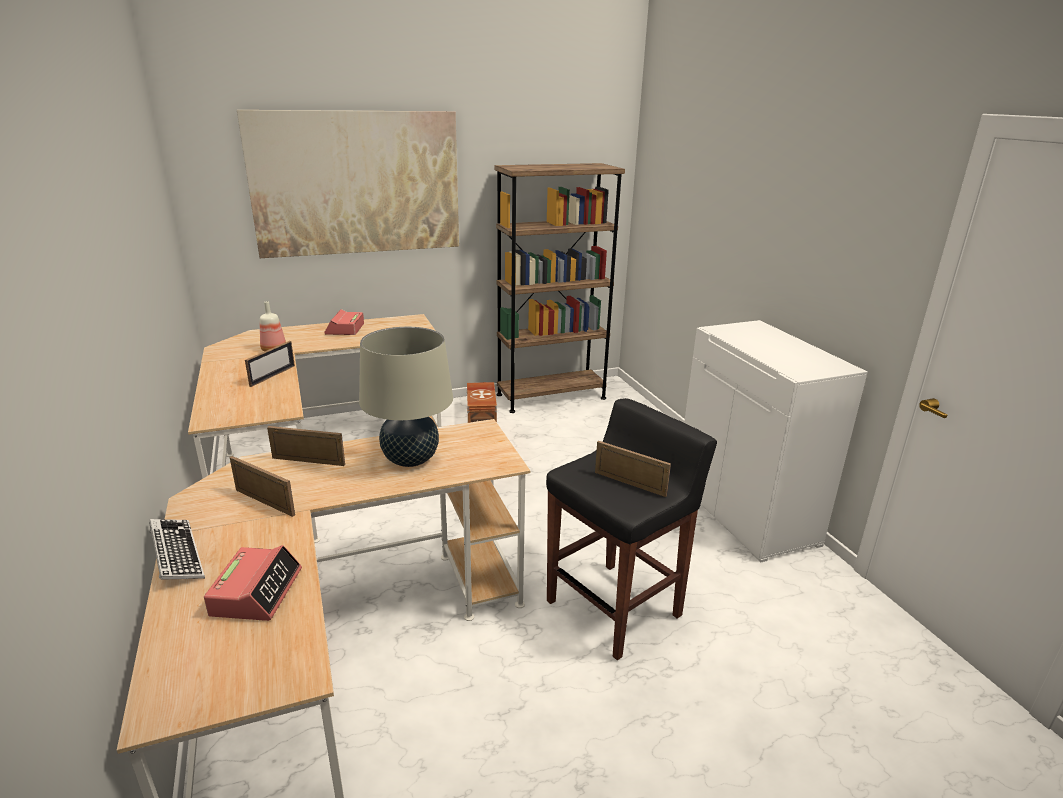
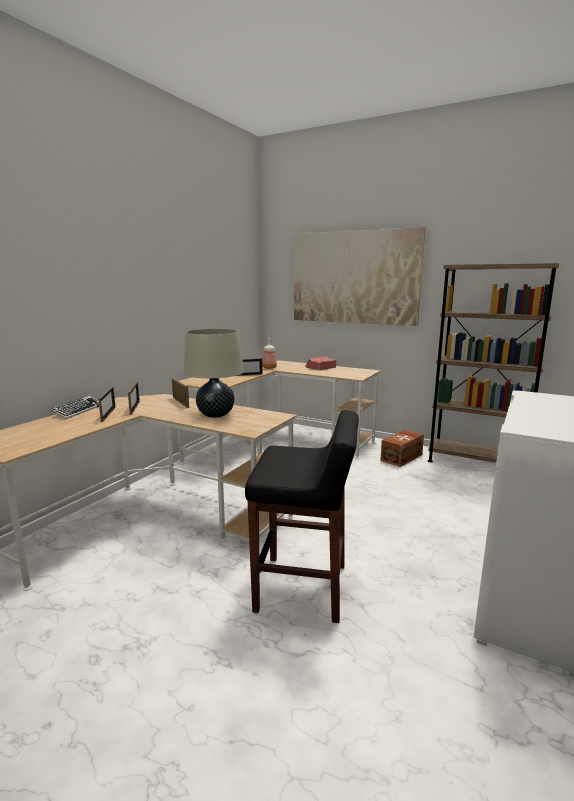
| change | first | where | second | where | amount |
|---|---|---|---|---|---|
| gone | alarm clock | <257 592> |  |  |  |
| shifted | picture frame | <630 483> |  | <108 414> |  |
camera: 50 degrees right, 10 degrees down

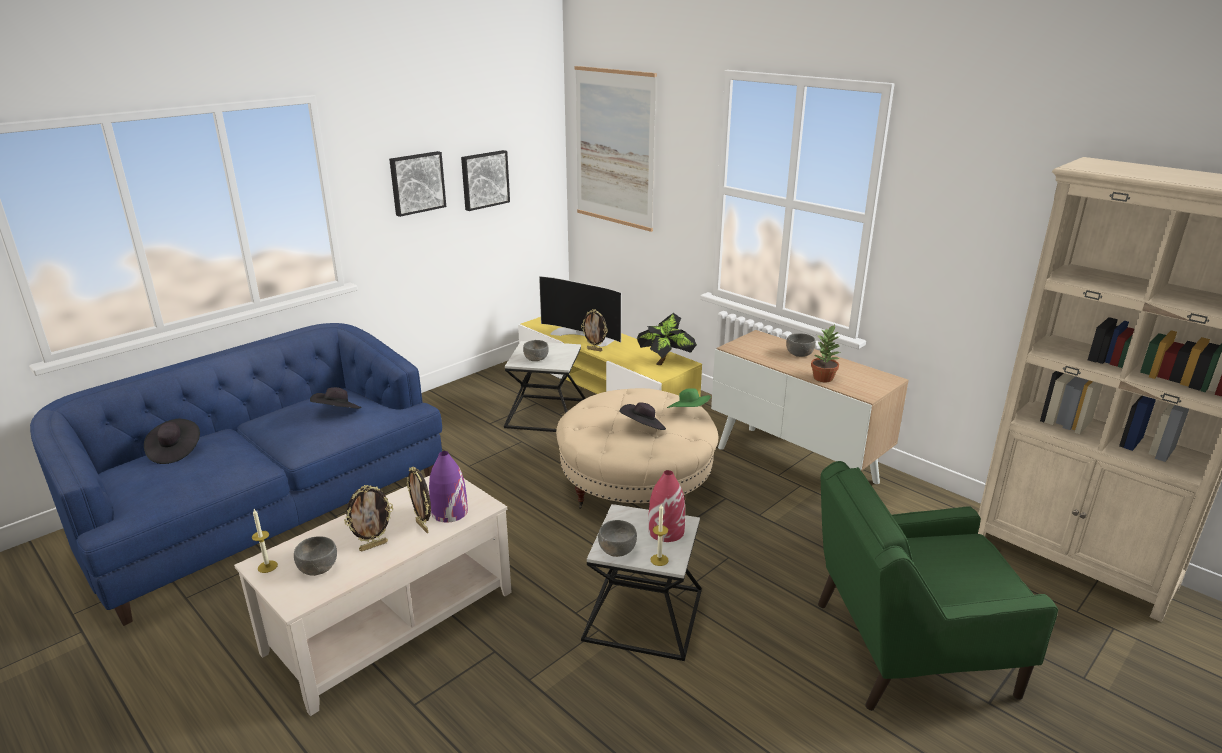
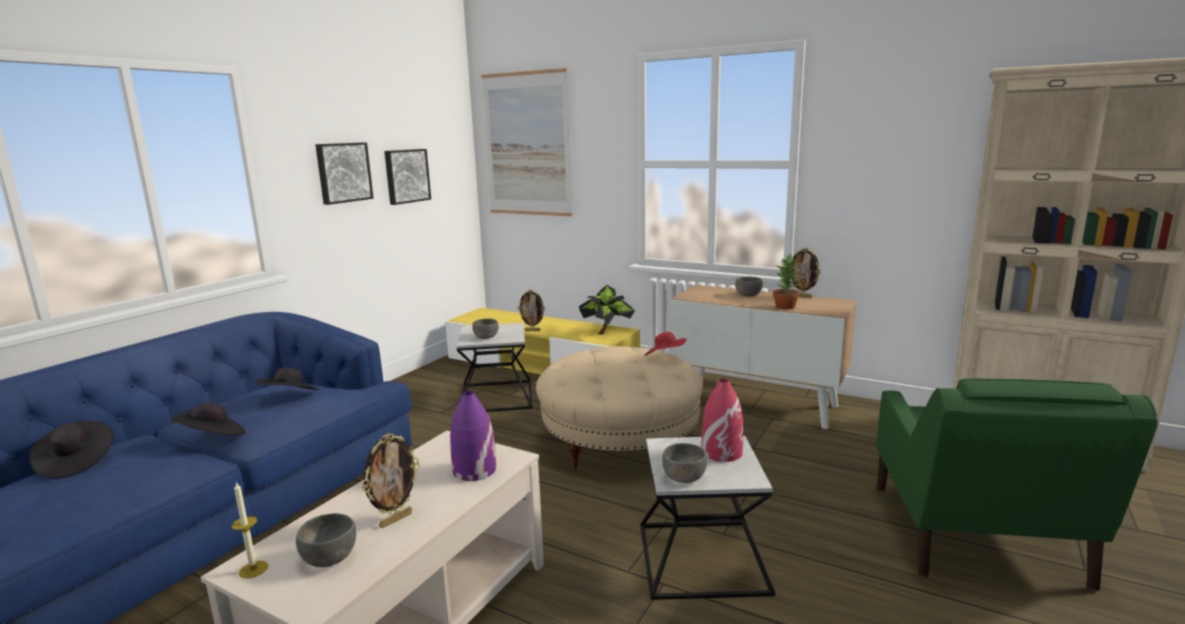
| change | first | where | second | where | amount |
|---|---|---|---|---|---|
| shifted | picture frame | <423 526> |  | <802 296> |  |
| gone | television | <584 335> |  |  |  |
| shifted | black hat | <643 428> |  | <213 438> |  |
| gone | candle | <659 560> |  |  |  |
| repainted | green hat | <689 413> | red hat | <665 358> |  |
| rotated | green armchair | <908 648> |  | <974 536> | 60 degrees counterclockwise |
camera: 15 degrees left, 10 degrees down

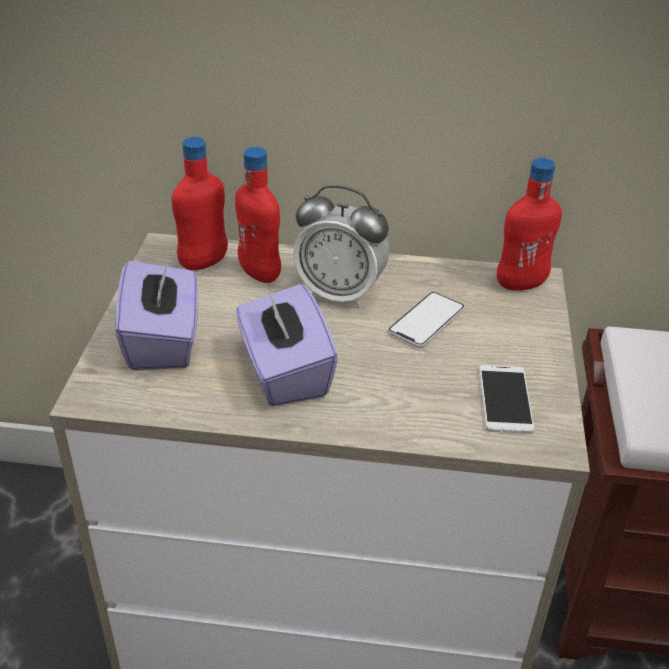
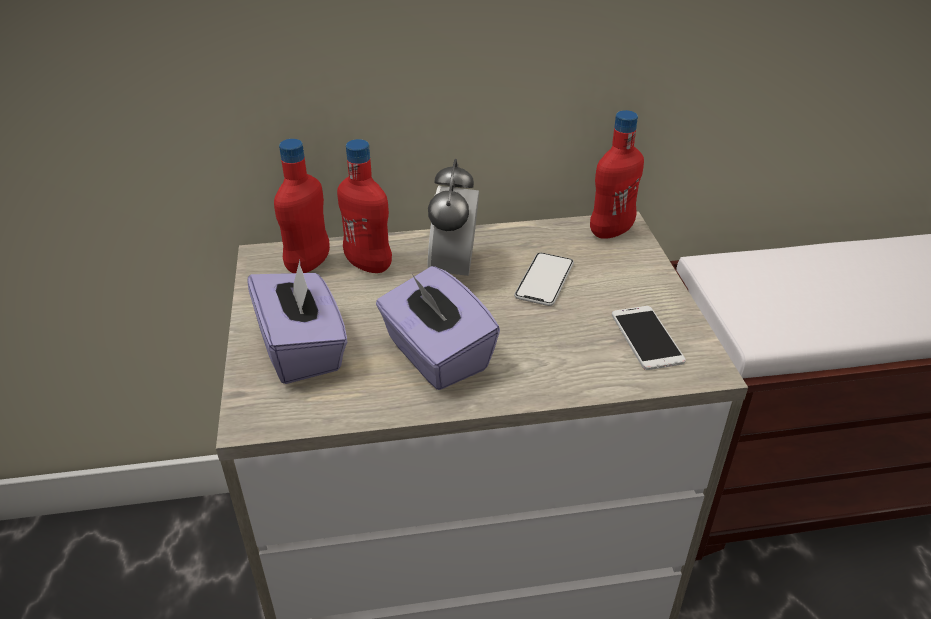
| change | first | where | second | where | amount |
|---|---|---|---|---|---|
| rotated | alarm clock | <340 294> |  | <454 270> | 90 degrees clockwise |
camera: 15 degrees left, 0 degrees up

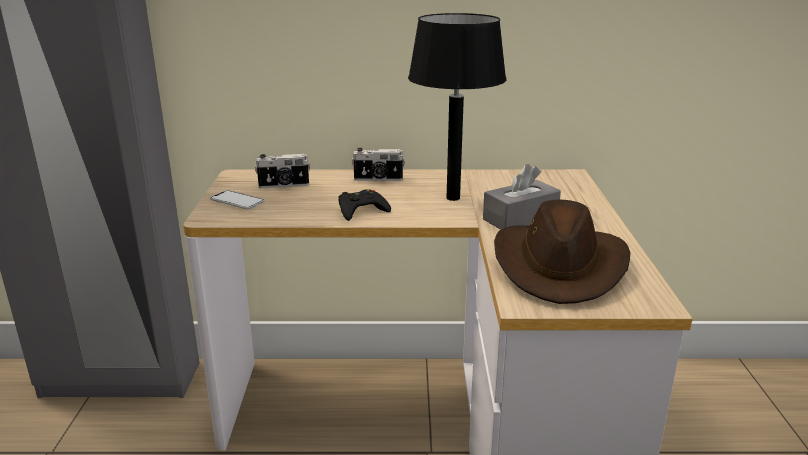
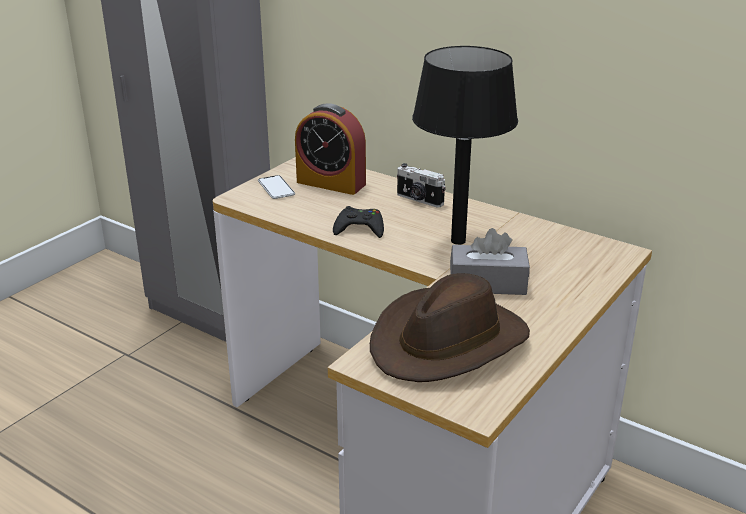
| change | first | where | second | where | amount |
|---|---|---|---|---|---|
| swapped | photo camera | <284 185> | alarm clock | <331 183> |  |
camera: 35 degrees right, 5 degrees up

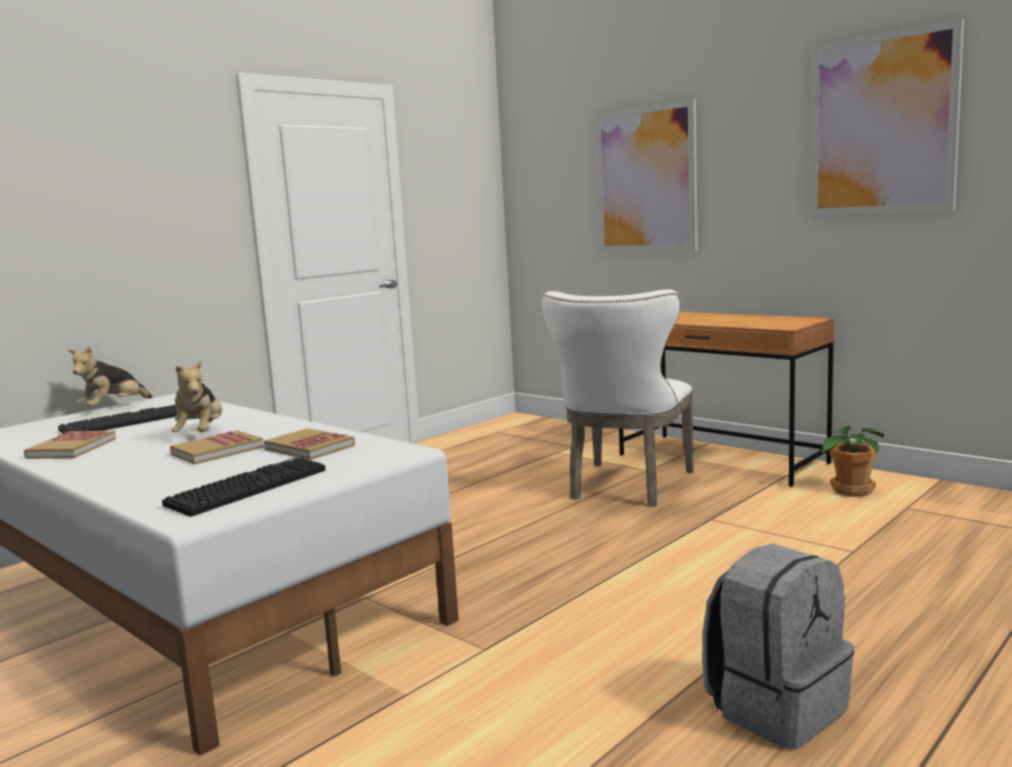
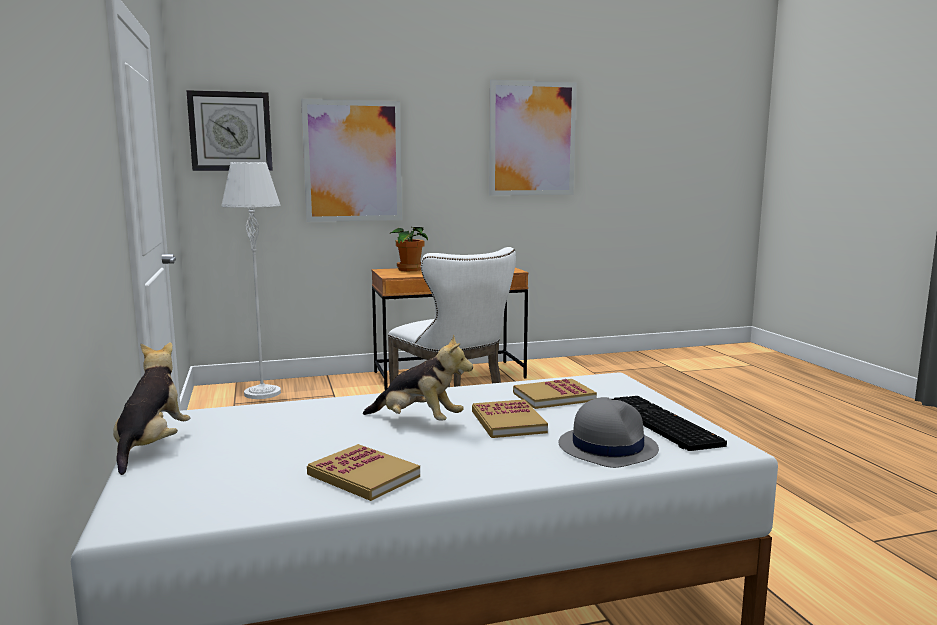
| change | first | where | second | where | amount |
|---|---|---|---|---|---|
| gone | keyboard | <126 422> |  |  |  |
| rotated | plush toy | <113 408> |  | <152 446> | 150 degrees counterclockwise |
| gone | grey backpack | <776 707> |  |  |  |
| shifted | potted plant | <850 490> |  | <409 269> |  |
| new |  |  | wall clock | <230 131> |  |
| new |  |  | white floor lamp | <262 393> |  |
| new |  |  | grey hat | <607 447> |  |
camera: 60 degrees left, 0 degrees up

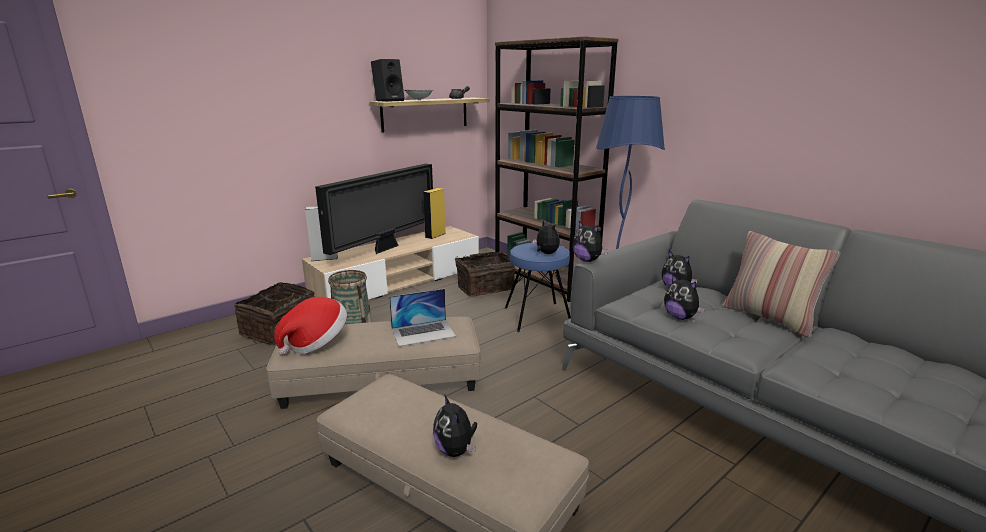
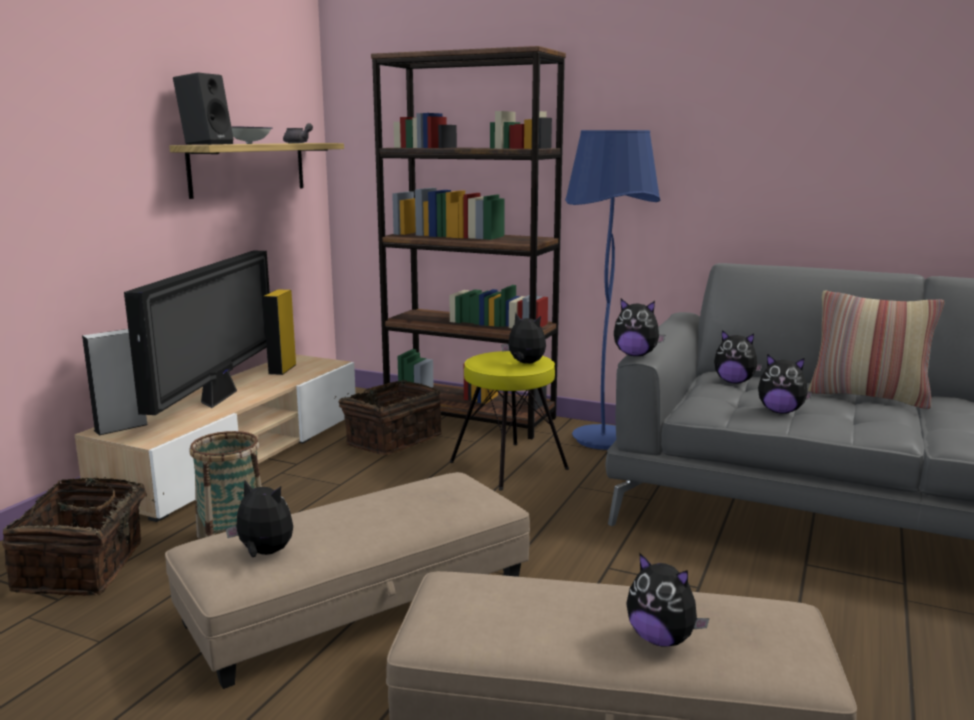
| change | first | where | second | where | amount |
|---|---|---|---|---|---|
| swapped | hat | <316 343> | plush toy | <264 553> |  |
| gone | laptop | <423 332> |  |  |  |
| repainted | blue stool | <537 317> | yellow stool | <508 466> |  |
camera: 25 degrees left, 5 degrees down

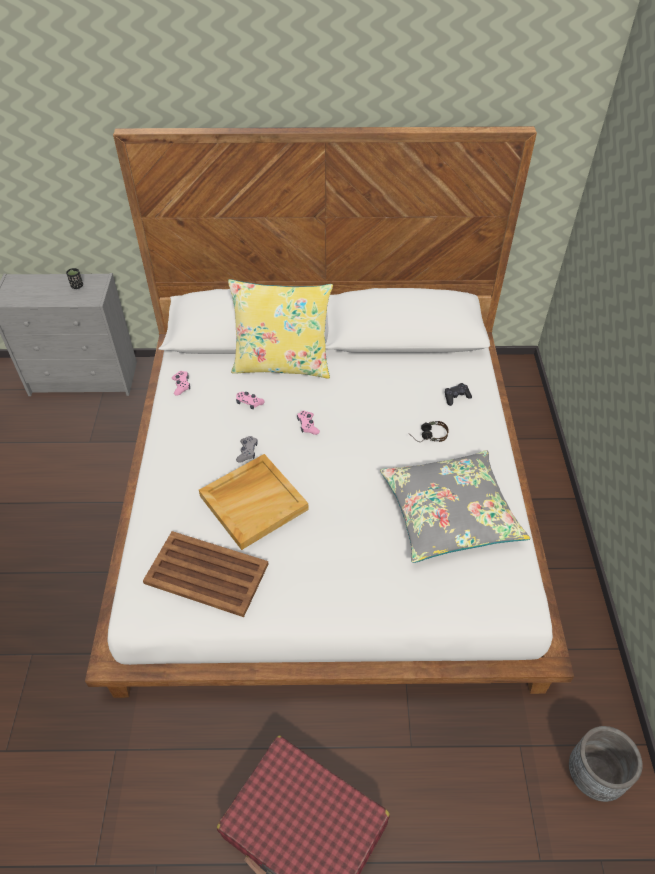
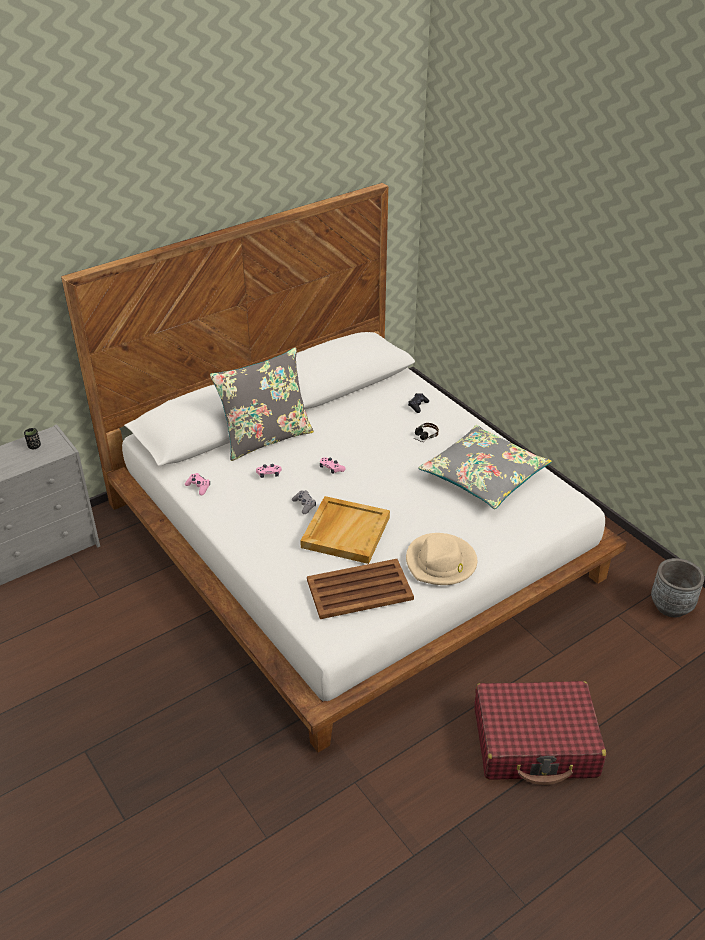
| change | first | where | second | where | amount |
|---|---|---|---|---|---|
| repainted | yellow pillow | <282 364> | grey pillow | <266 438> |  |
| new |  |  | beige hat | <441 563> |  |
camera: 35 degrees left, 10 degrees down

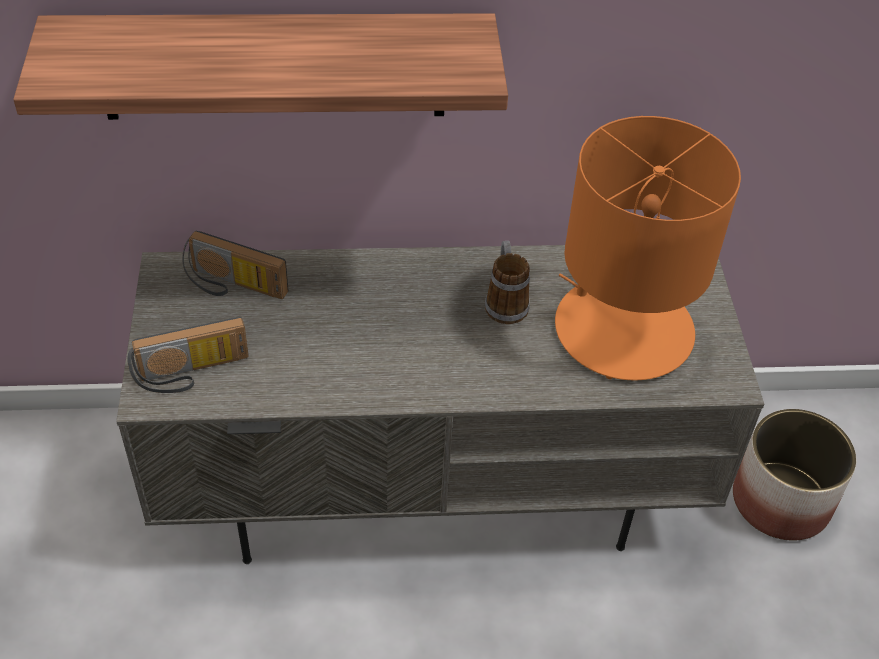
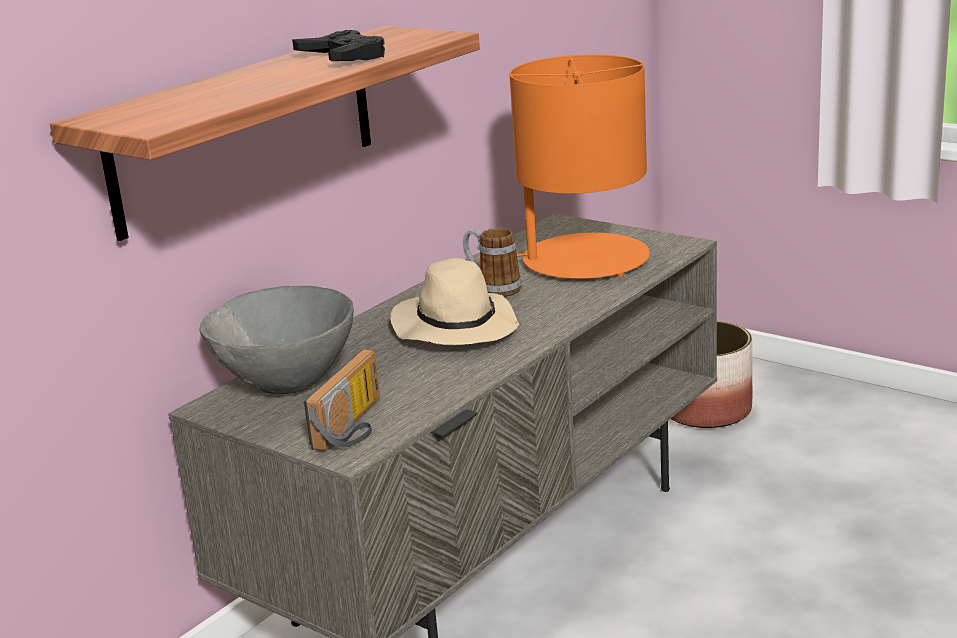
| change | first | where | second | where | amount |
|---|---|---|---|---|---|
| swapped | radio | <232 286> | grey bowl | <287 383> |  |
| new |  |  | black game controller | <343 57> |  |
| new |  |  | beige hat | <455 327> |  |
camera: 45 degrees left, 25 degrees down

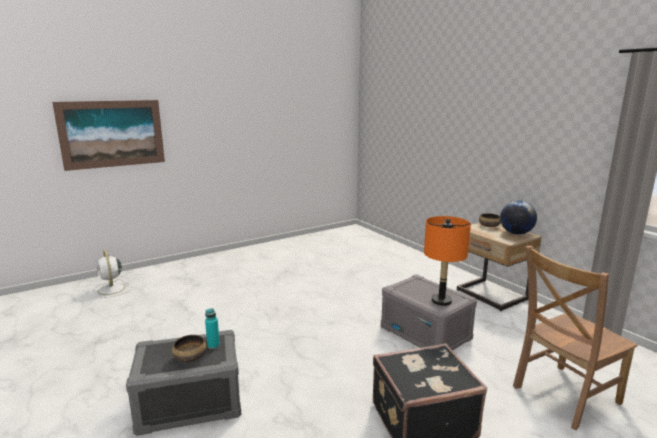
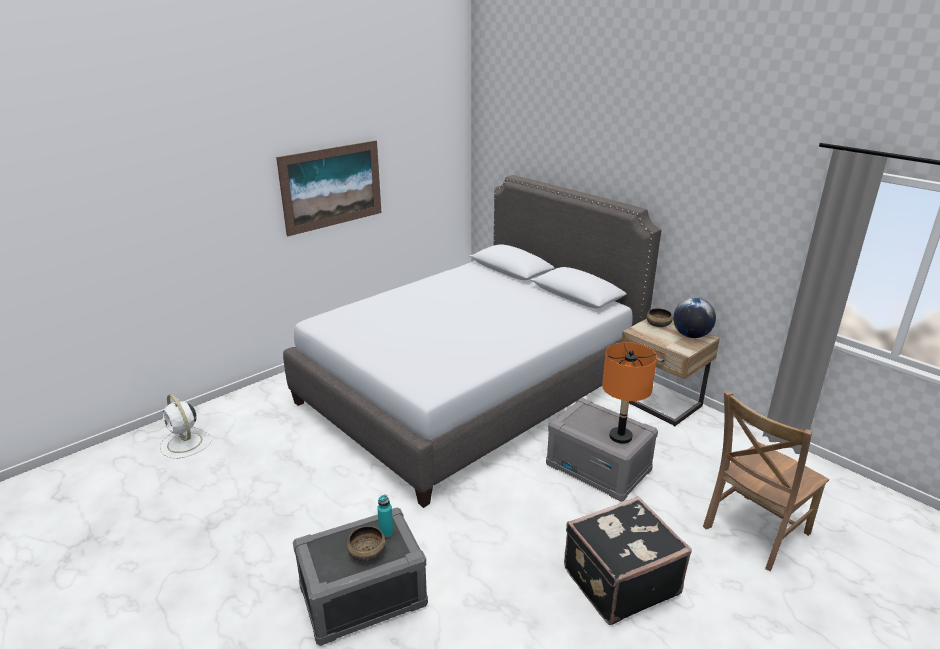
| change | first | where | second | where | amount |
|---|---|---|---|---|---|
| shifted | picture | <112 134> |  | <332 186> |  |
| new |  |  | grey bed | <470 389> |  |
camera: 10 degrees left, 10 degrees up

